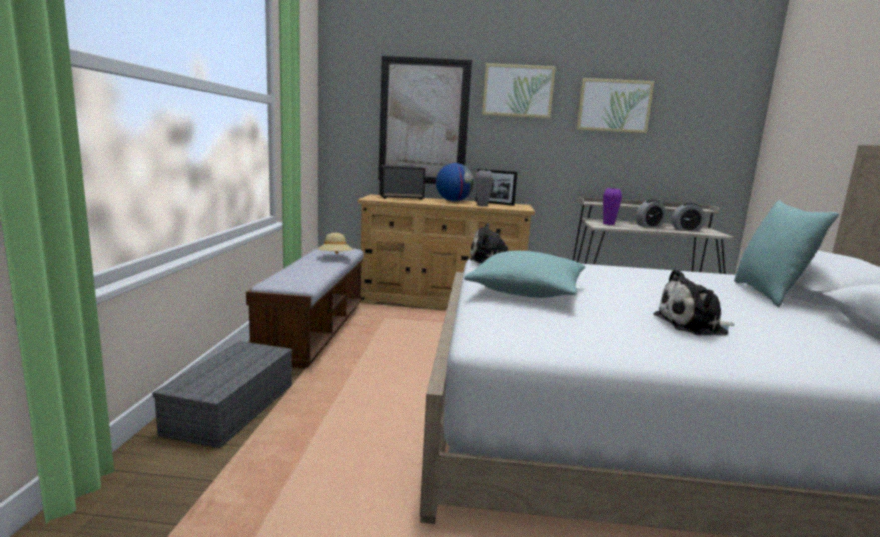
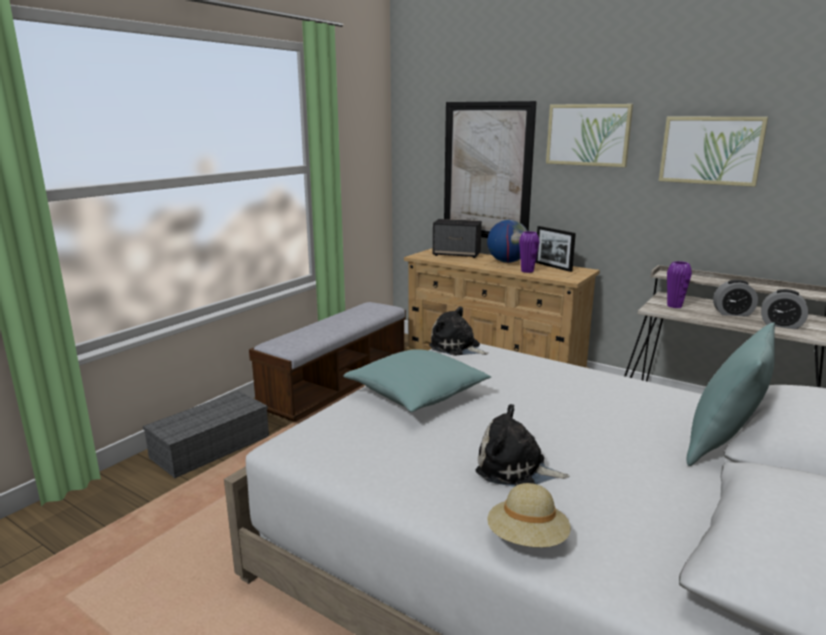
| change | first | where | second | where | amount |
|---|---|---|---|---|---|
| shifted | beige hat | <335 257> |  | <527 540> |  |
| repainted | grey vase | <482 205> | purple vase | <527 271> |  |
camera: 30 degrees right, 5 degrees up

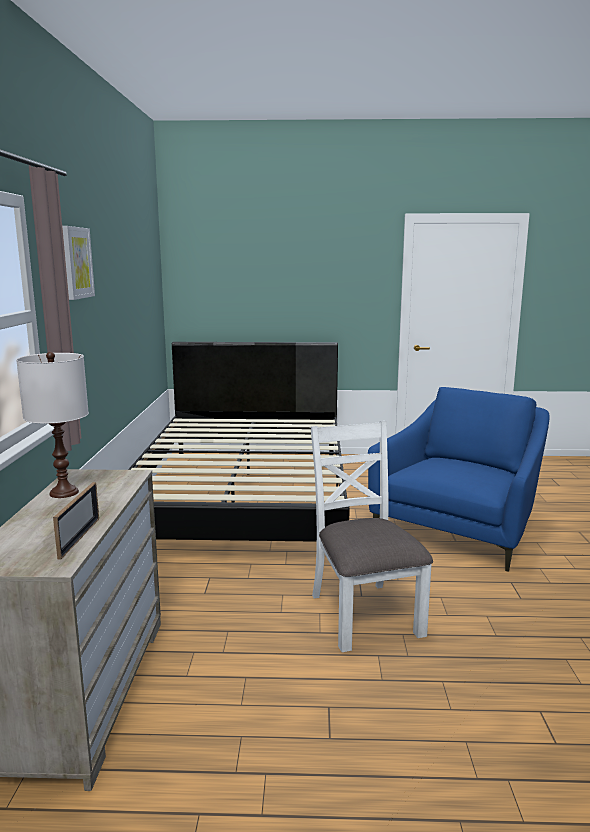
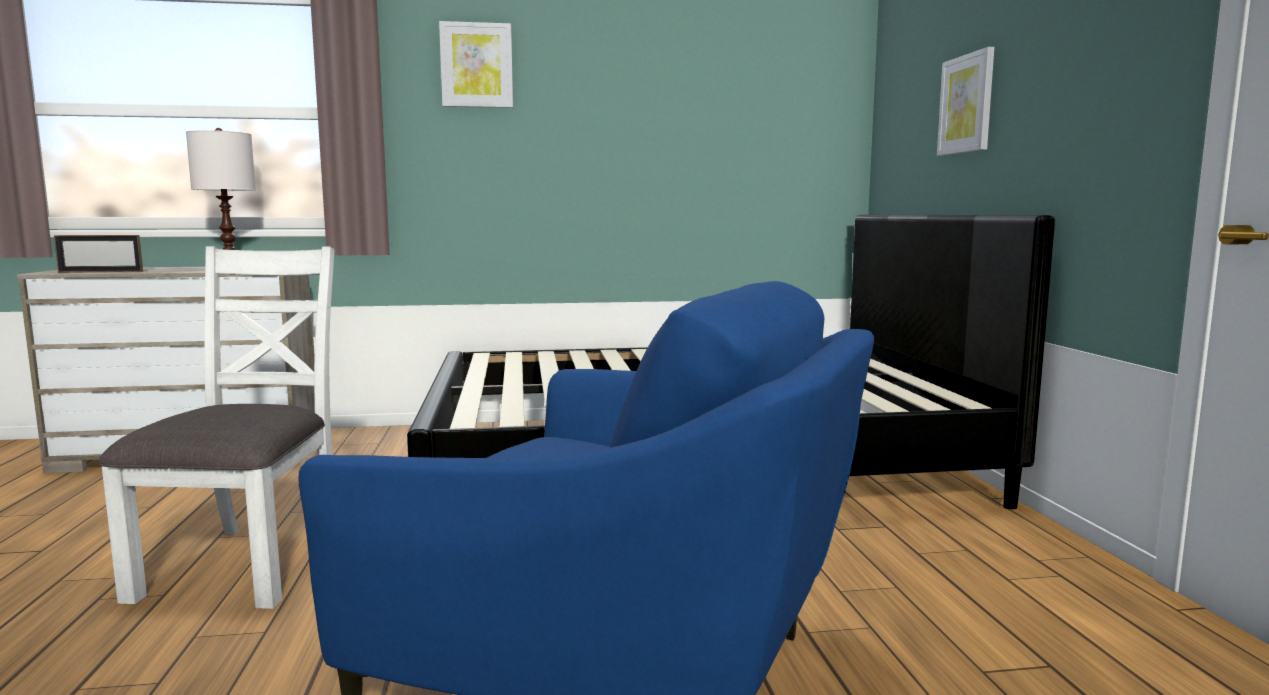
| change | first | where | second | where | amount |
|---|---|---|---|---|---|
| rotated | white chair | <364 614> |  | <247 563> | 60 degrees counterclockwise |
| new |  |  | picture | <967 104> |  |
camera: 80 degrees right, 5 degrees down

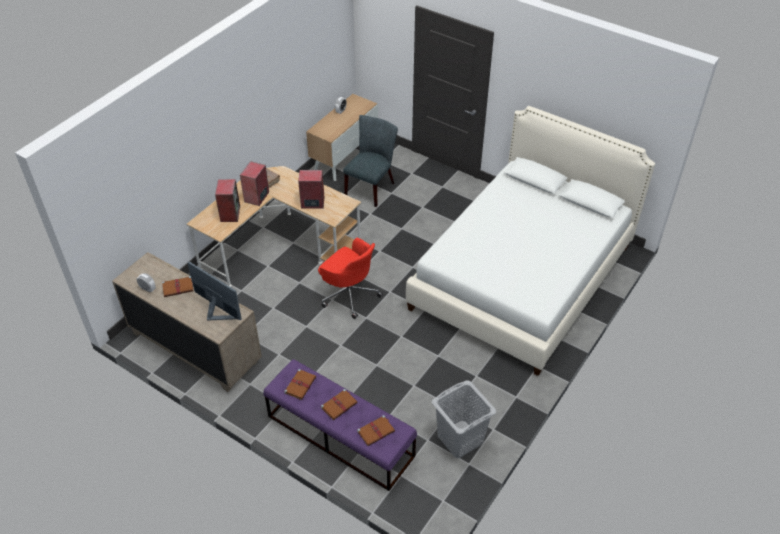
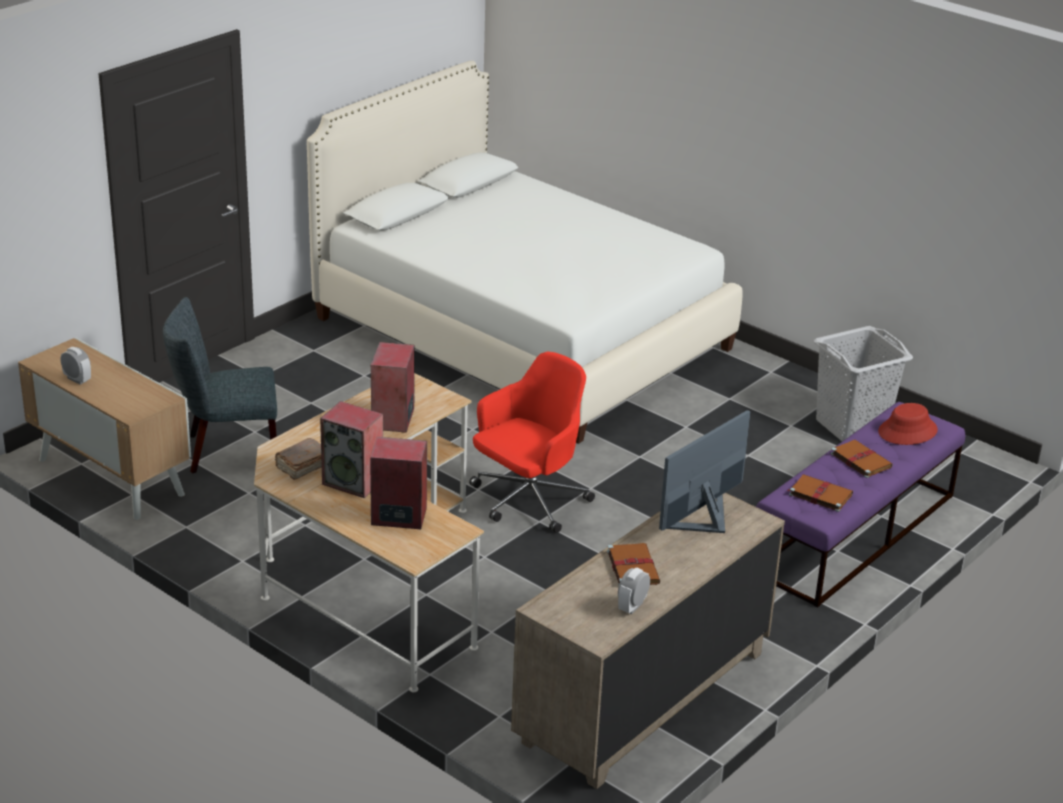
| change | first | where | second | where | amount |
|---|---|---|---|---|---|
| rotated | grey chair | <372 187> |  | <226 452> | 45 degrees counterclockwise |
| swapped | brown book | <376 431> | red hat | <907 431> |  |
camera: 85 degrees left, 15 degrees down

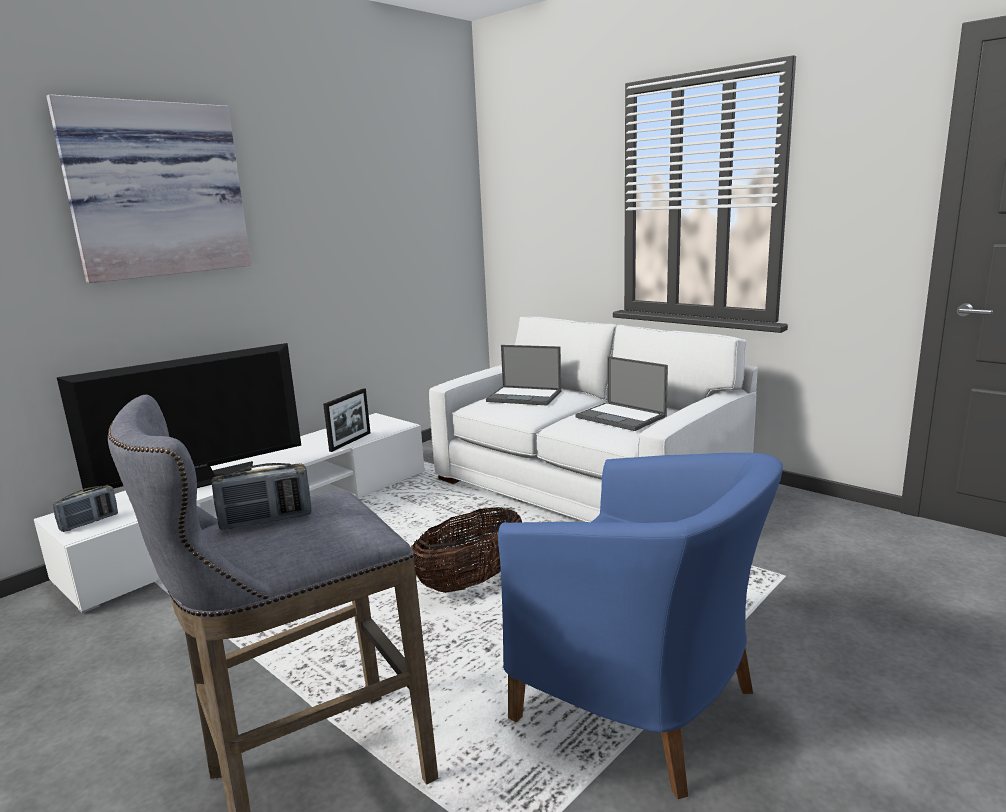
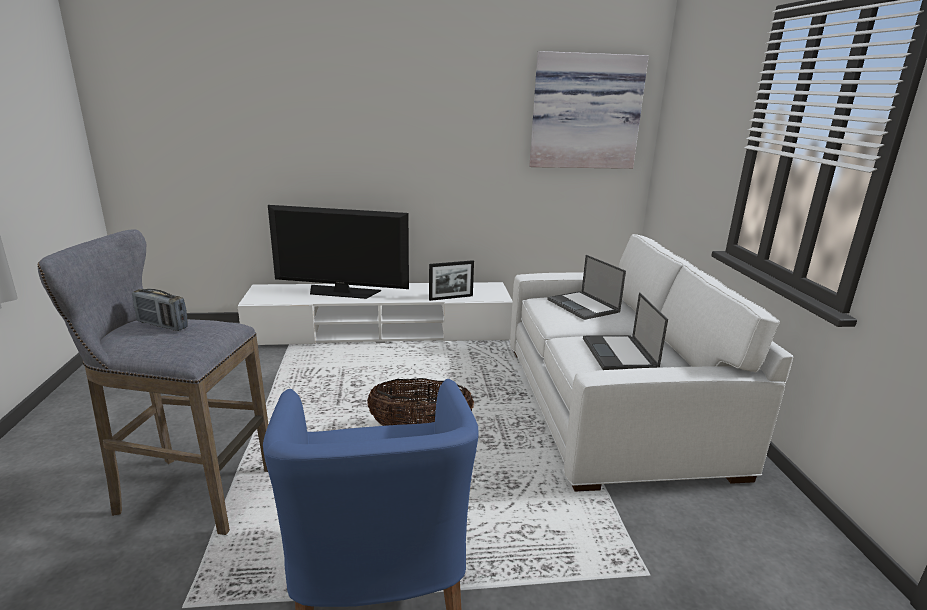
| change | first | where | second | where | amount |
|---|---|---|---|---|---|
| shifted | picture | <156 190> |  | <585 112> |  |
| gone | radio | <89 522> |  |  |  |
camera: 40 degrees right, 5 degrees up

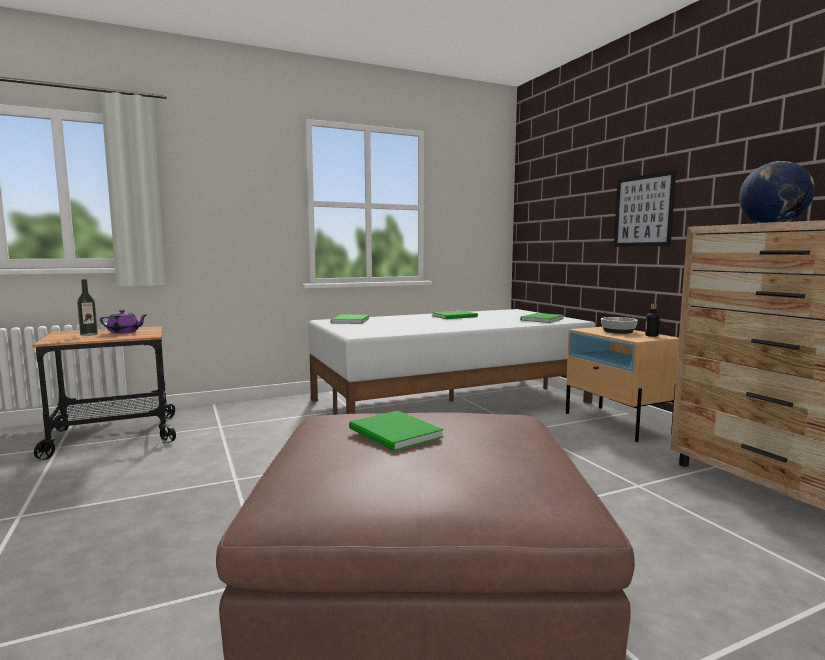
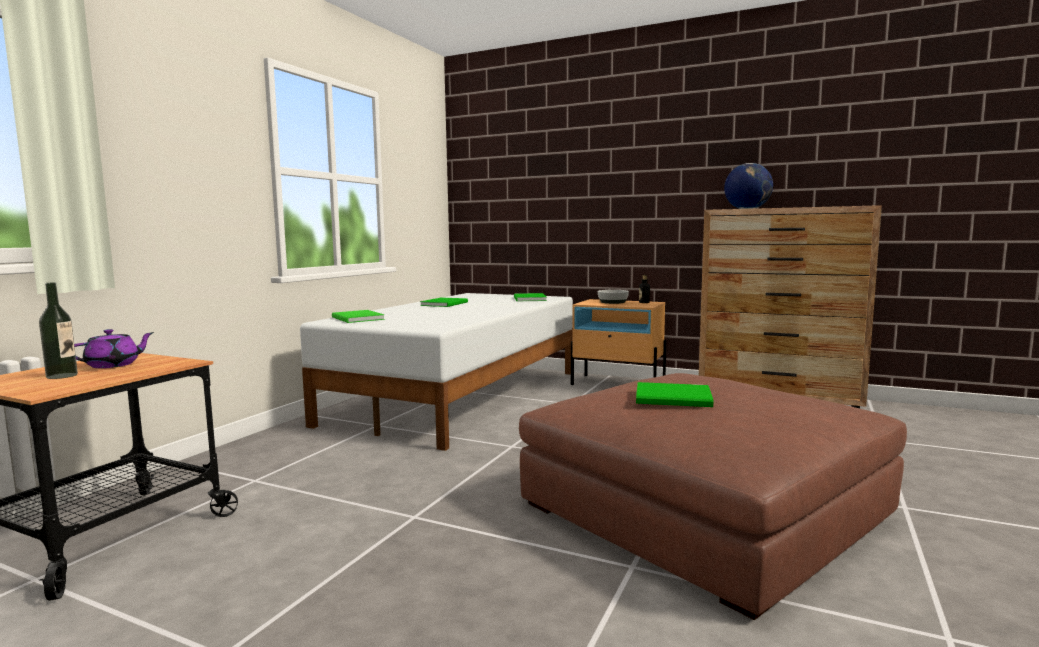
| change | first | where | second | where | amount |
|---|---|---|---|---|---|
| gone | picture | <643 211> |  |  |  |
camera: 40 degrees left, 0 degrees up

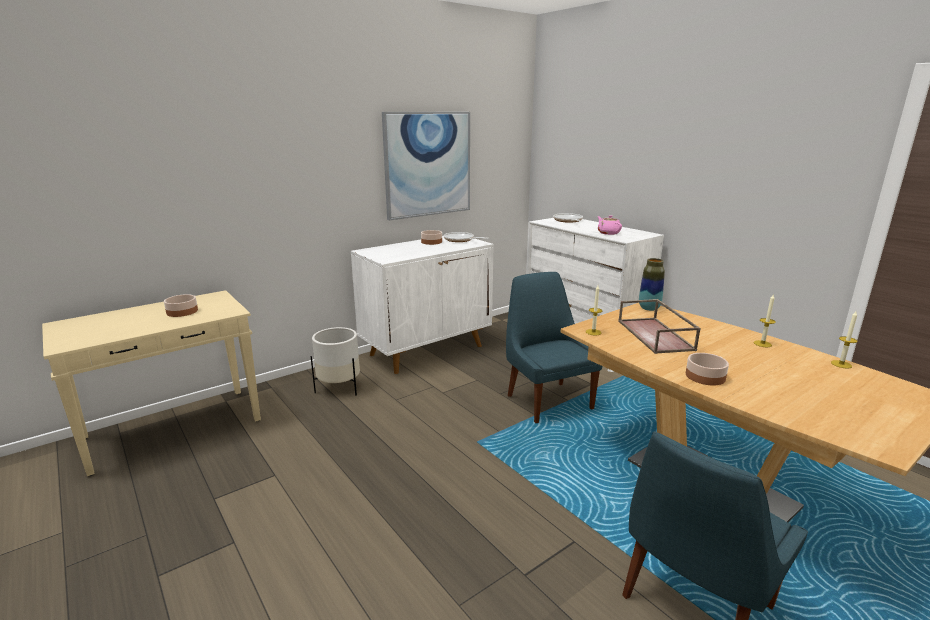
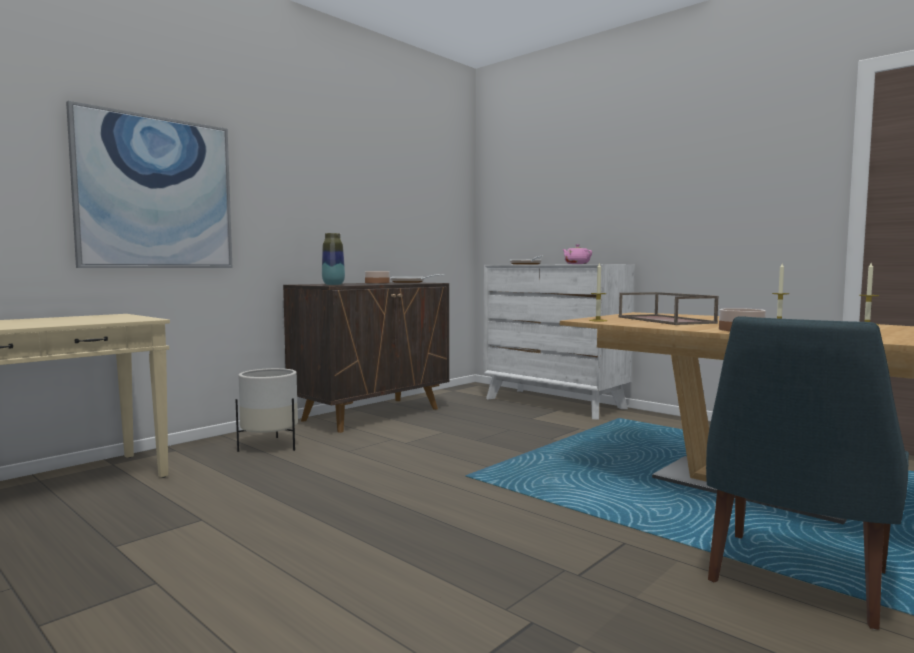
| change | first | where | second | where | amount |
|---|---|---|---|---|---|
| gone | bowl | <183 311> |  |  |  |
| repainted | white cabinet | <427 350> | brown cabinet | <373 414> |  |
| shifted | picture | <428 164> |  | <156 193> |  |
| gone | blue chair | <547 400> |  |  |  |
| shifted | vase | <649 308> |  | <333 285> |  |
camera: 10 degrees left, 15 degrees down

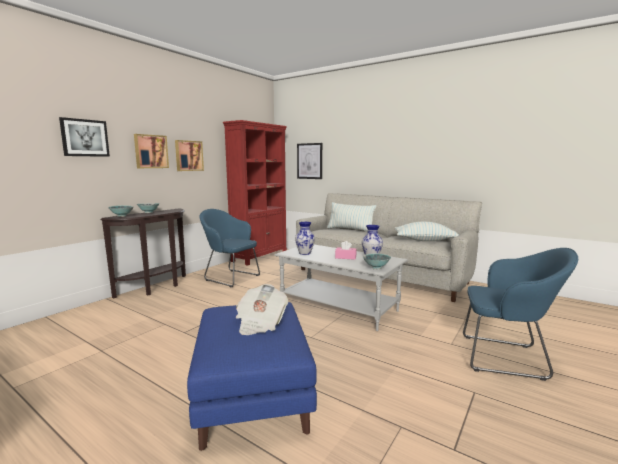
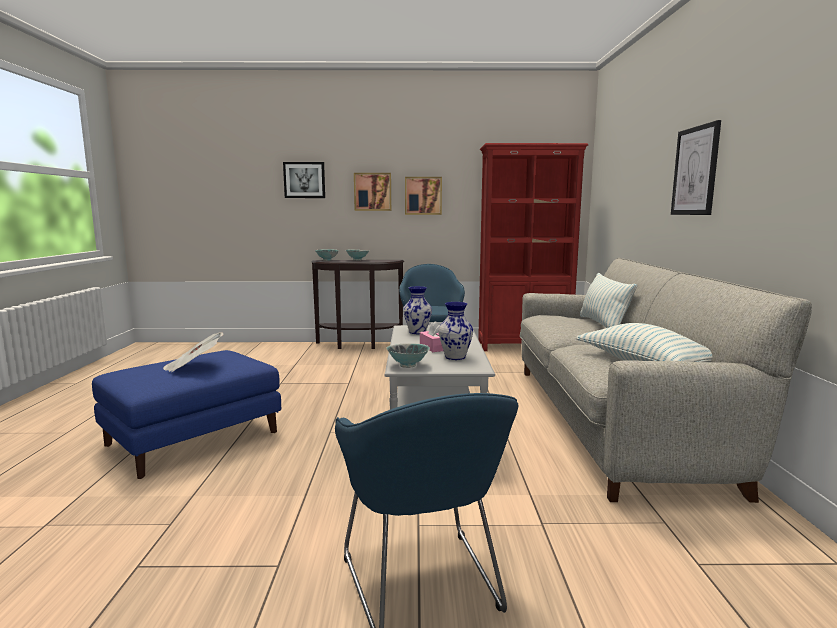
| change | first | where | second | where | amount |
|---|---|---|---|---|---|
| shifted | picture | <309 161> |  | <695 171> |  |
camera: 55 degrees right, 0 degrees up

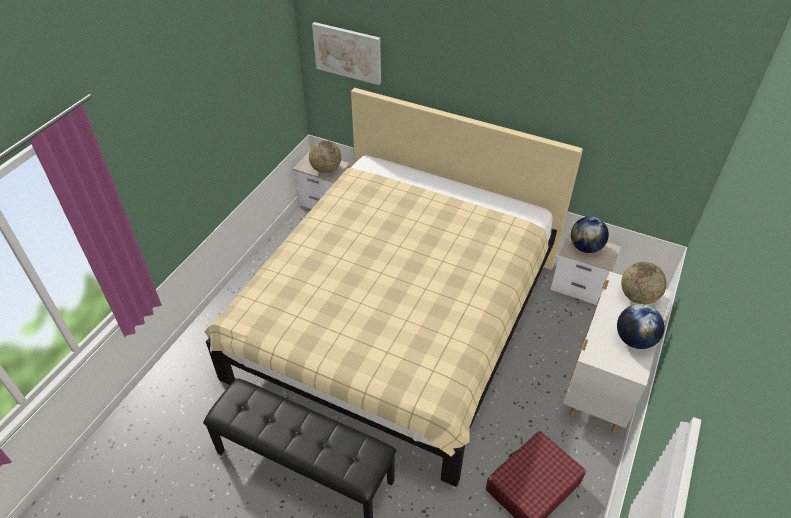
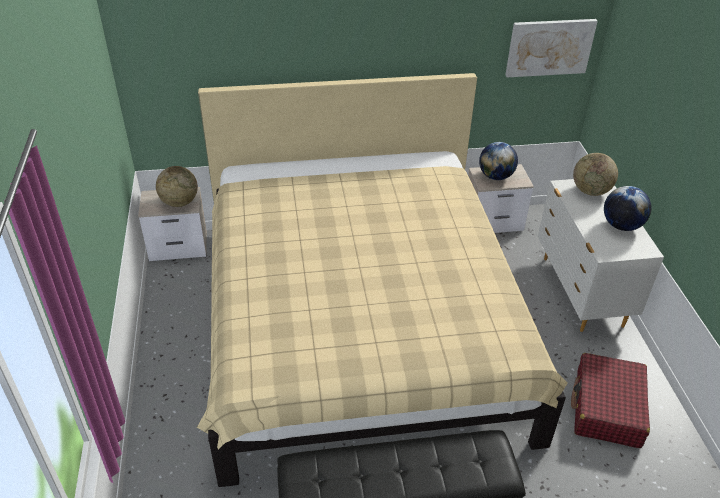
| change | first | where | second | where | amount |
|---|---|---|---|---|---|
| shifted | picture | <348 52> |  | <549 47> |  |
camera: 35 degrees left, 5 degrees down

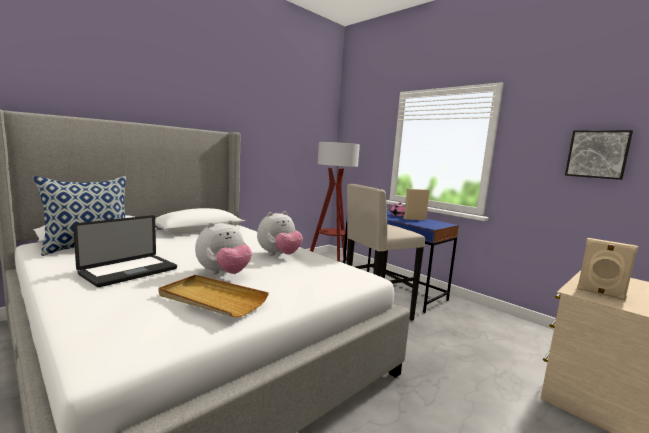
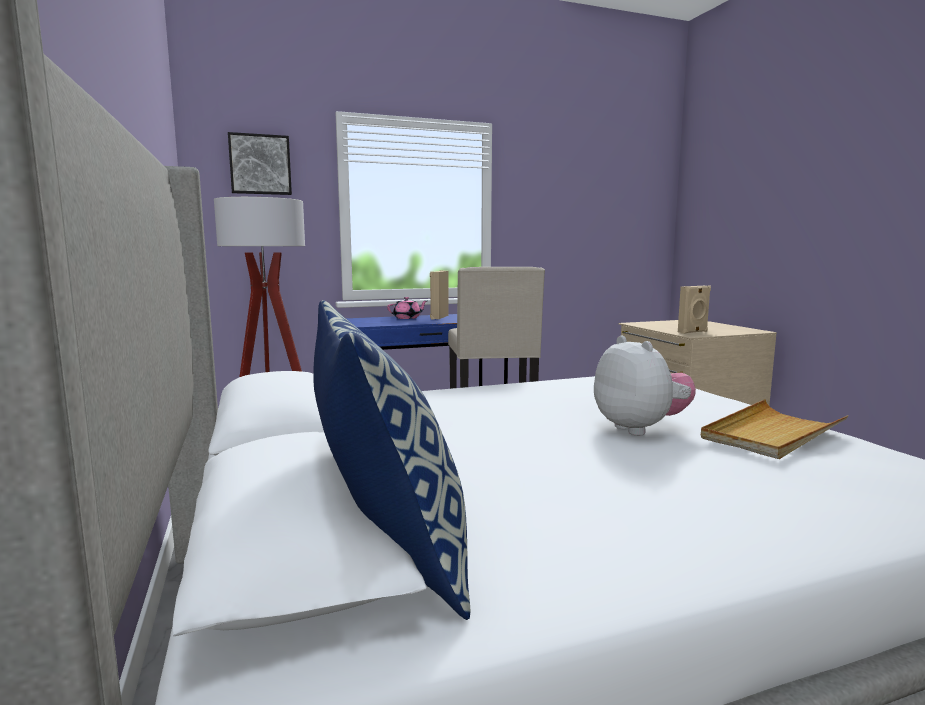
| change | first | where | second | where | amount |
|---|---|---|---|---|---|
| gone | laptop | <129 271> |  |  |  |
| gone | plush toy | <279 255> |  |  |  |
| shifted | picture | <597 154> |  | <260 164> |  |
camera: 65 degrees left, 0 degrees up

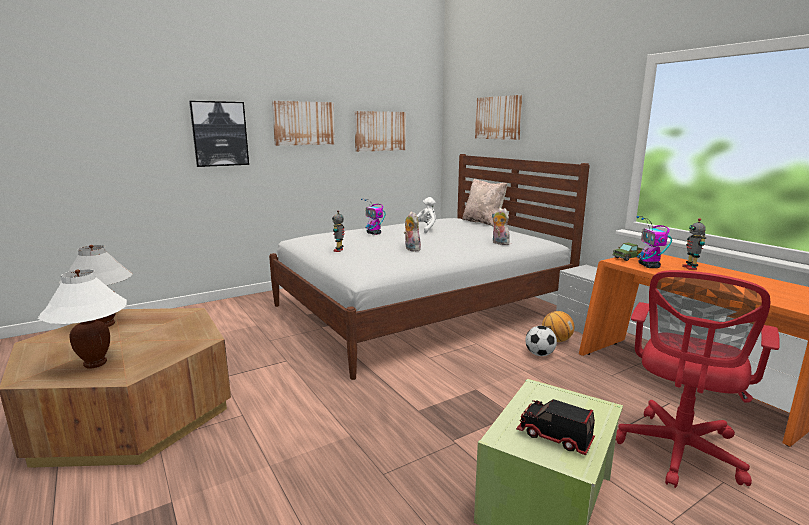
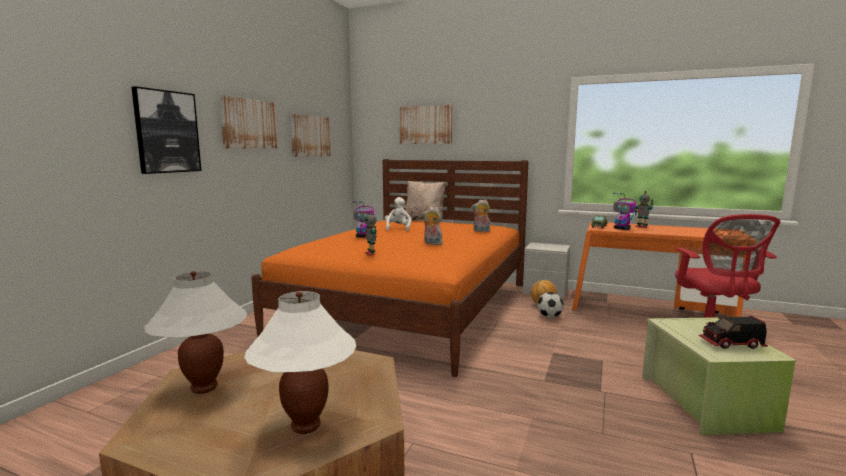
| change | first | where | second | where | amount |
|---|---|---|---|---|---|
| repainted | white bed | <420 309> | orange bed | <411 307> |  |
camera: 35 degrees left, 5 degrees down

